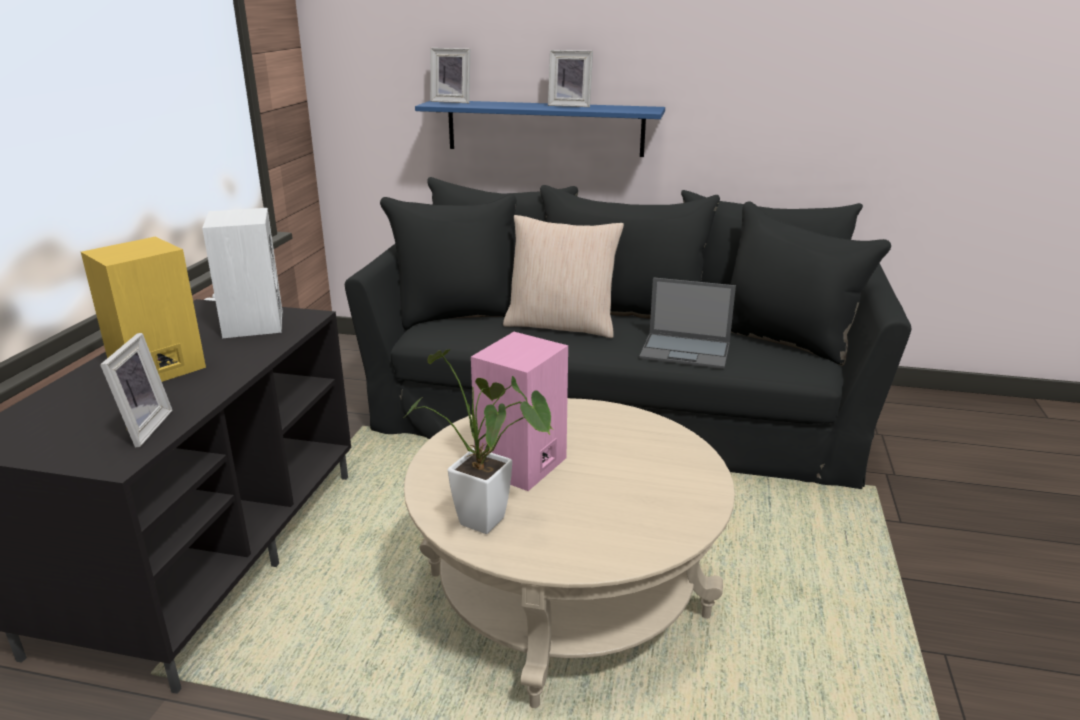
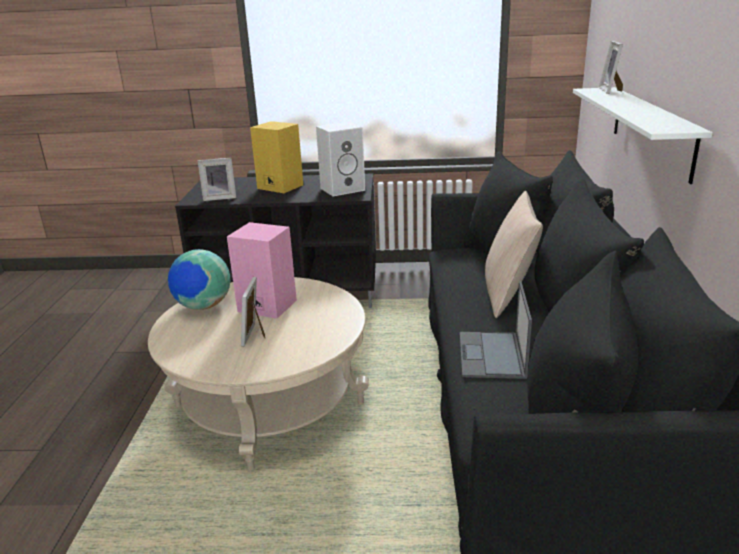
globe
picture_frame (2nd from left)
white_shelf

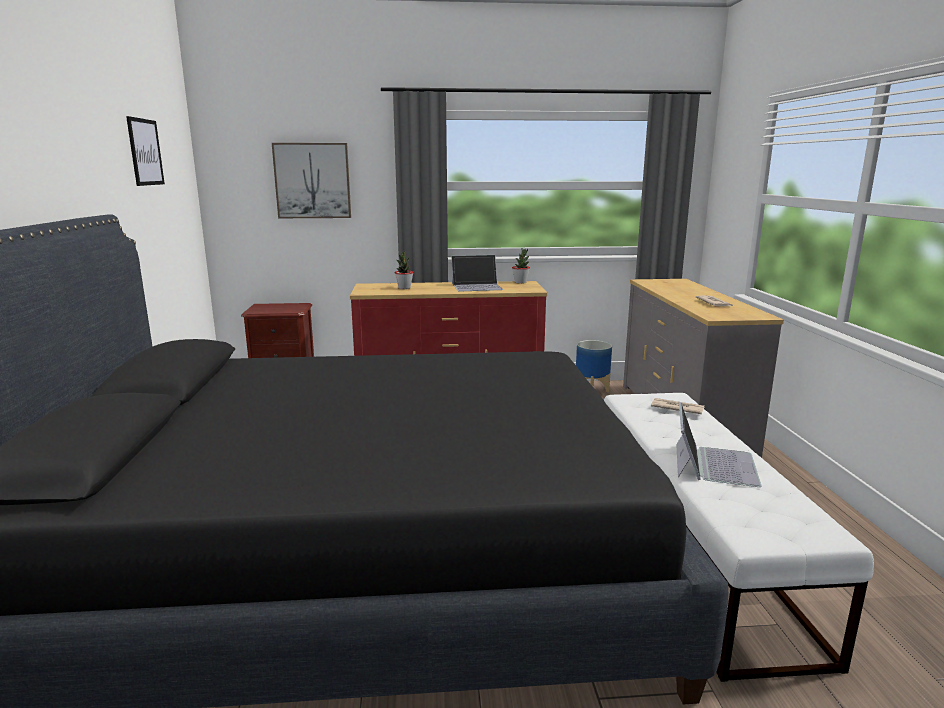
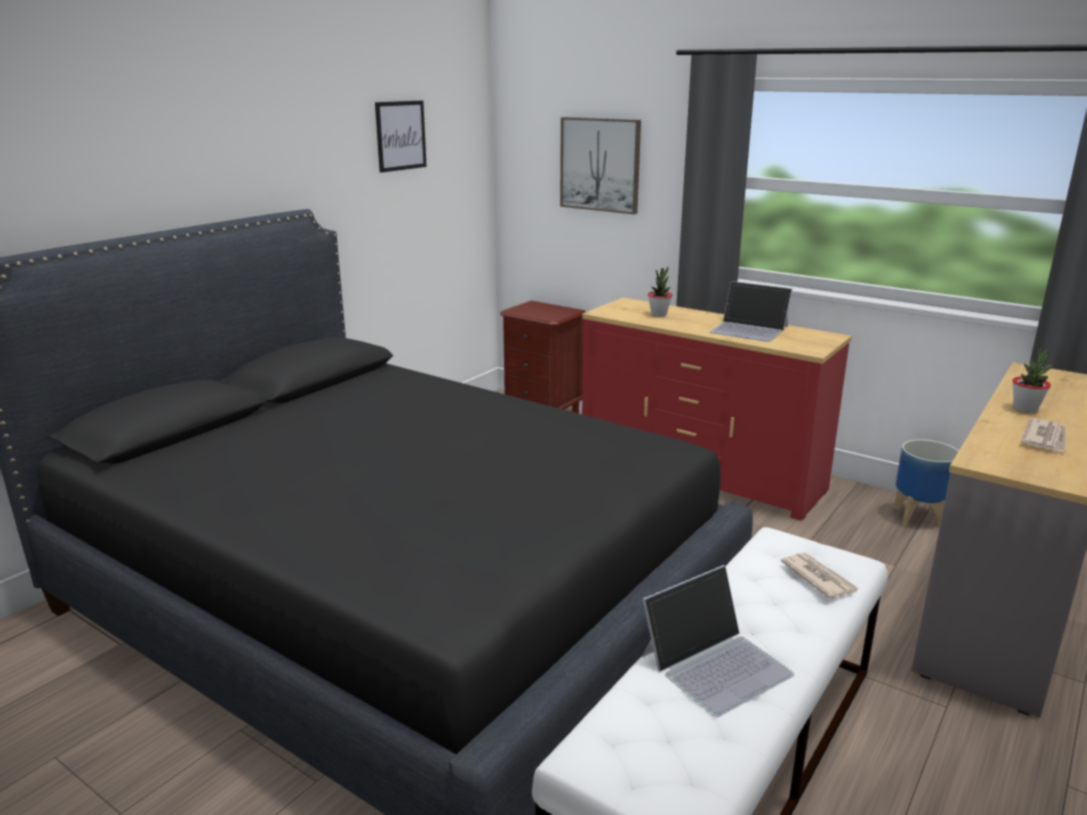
potted_plant (2nd from left)

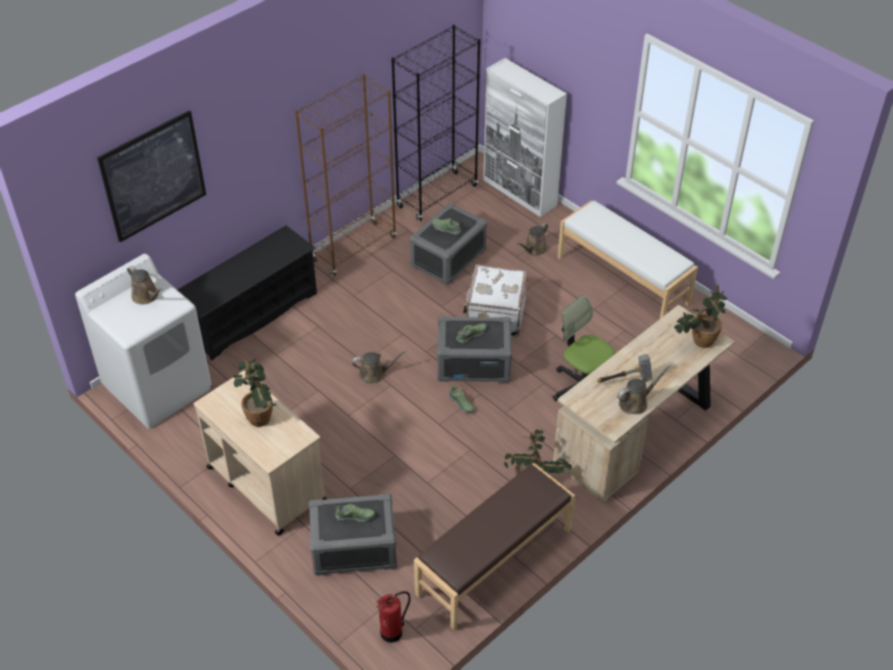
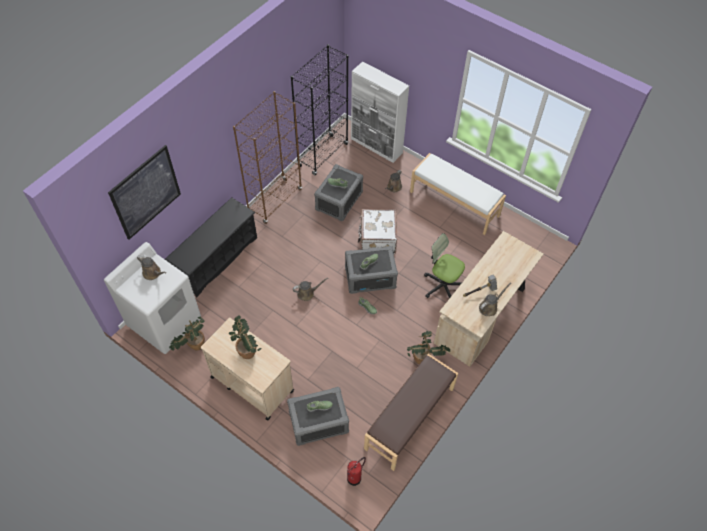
potted_plant (1st from left)

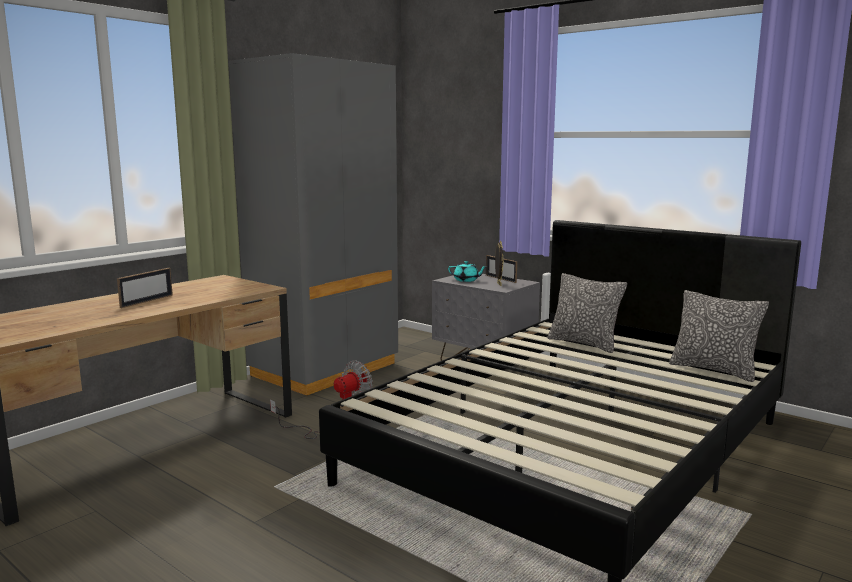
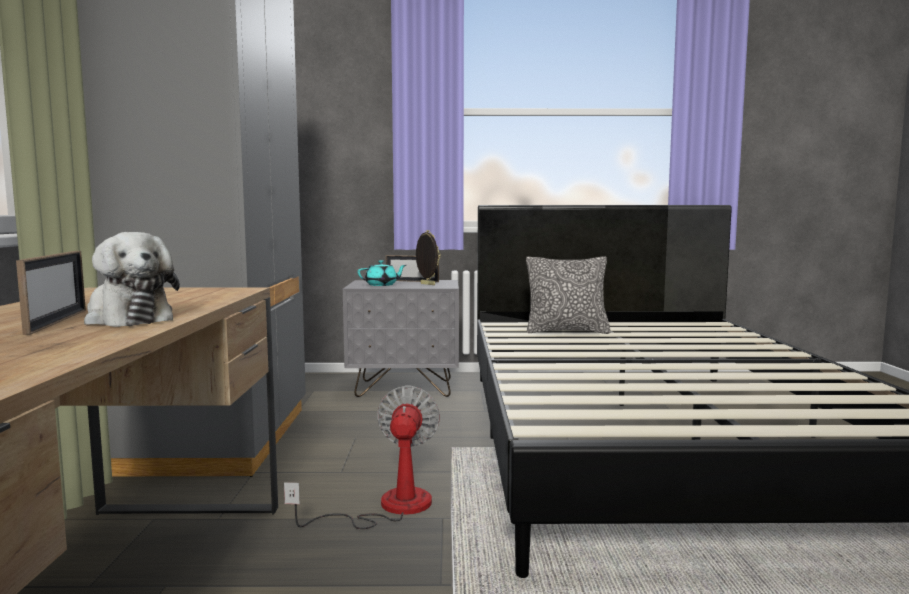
plush_toy
pillow (2nd from left in the first image)

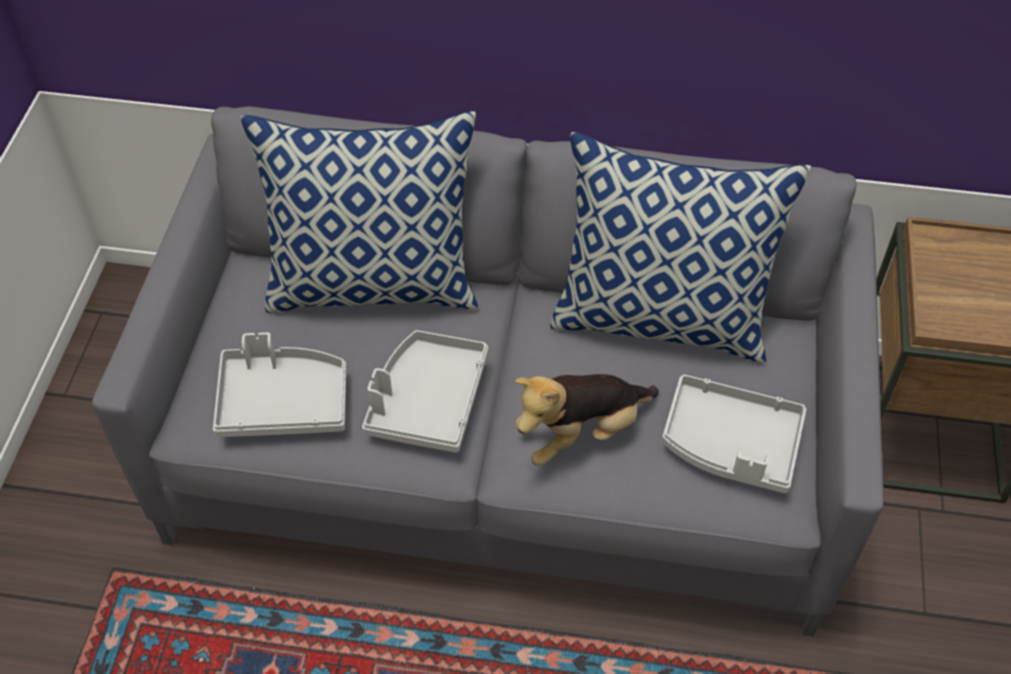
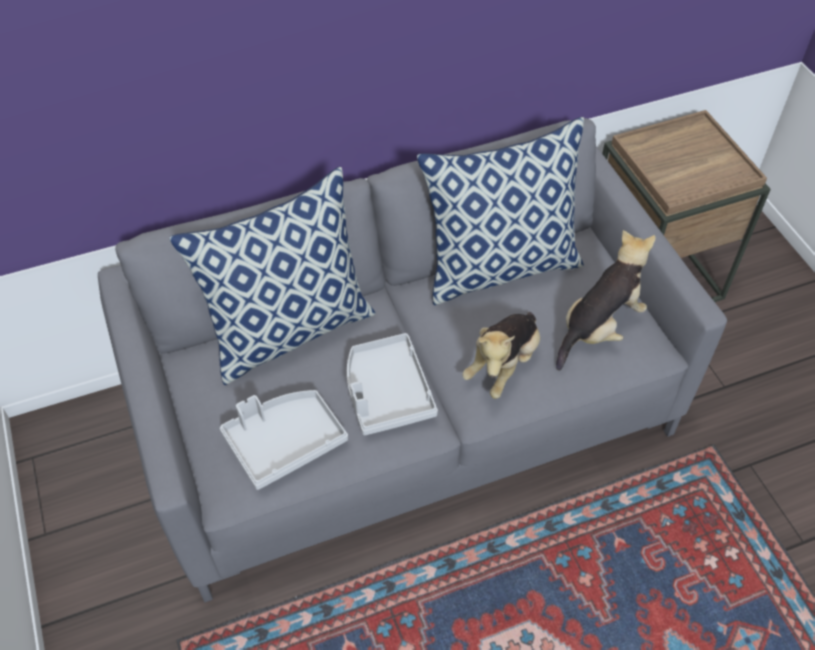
plush_toy (2nd from left)

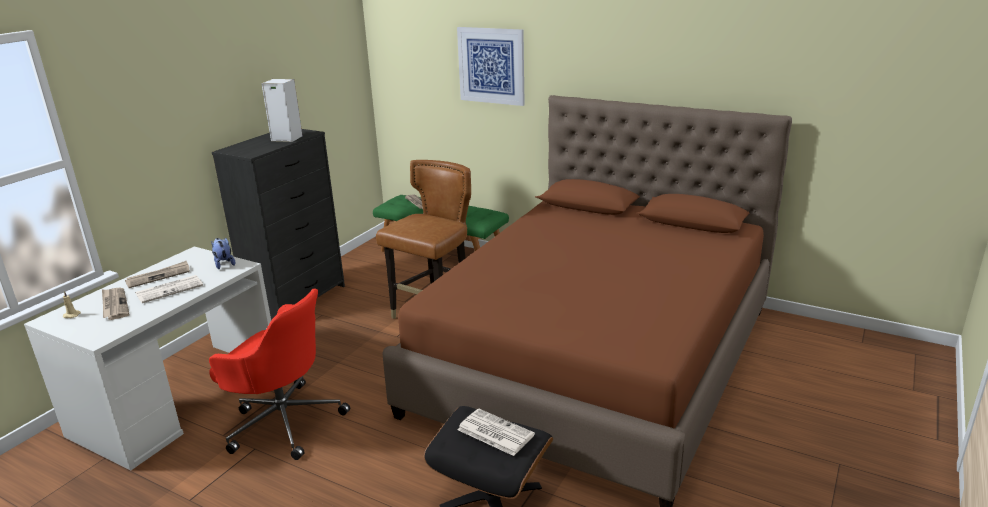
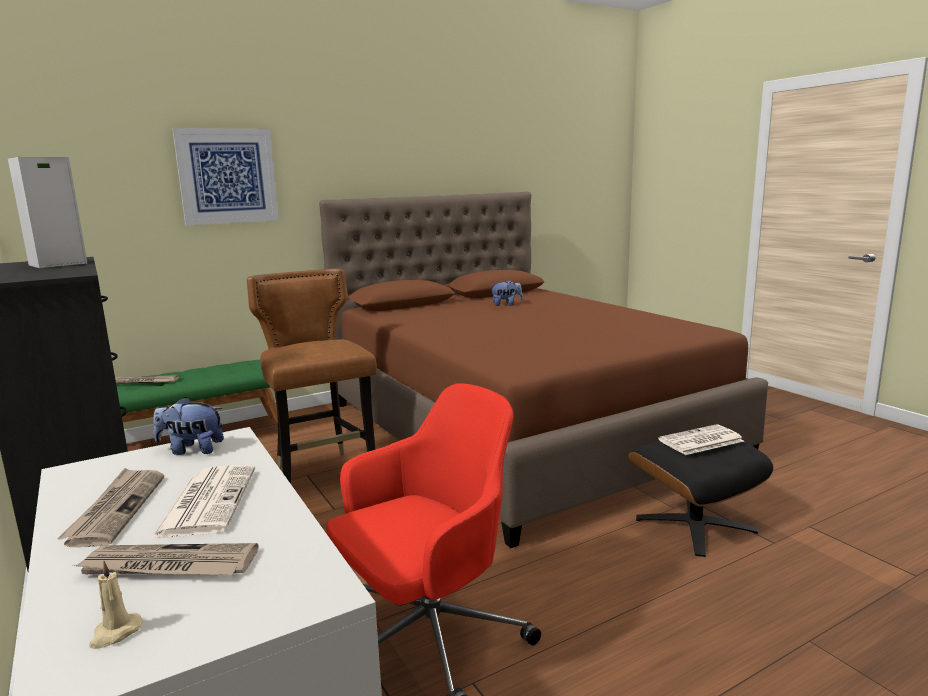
plush_toy (2nd from left)

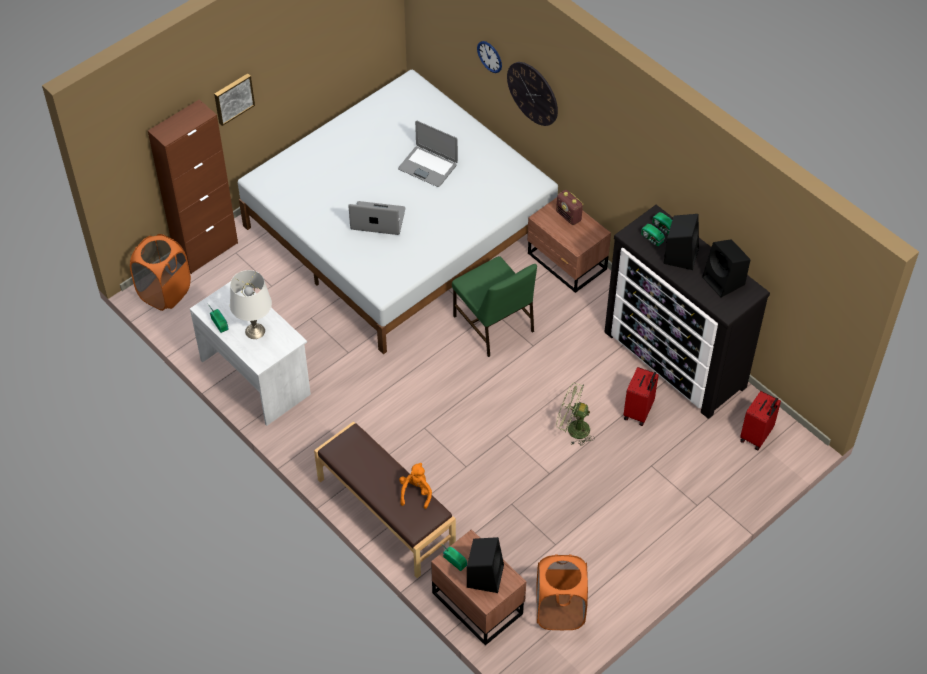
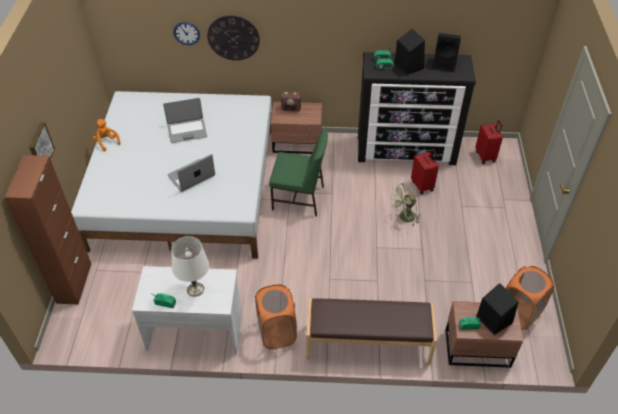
orange_plush_toy
orange_laundry_basket (1st from left)

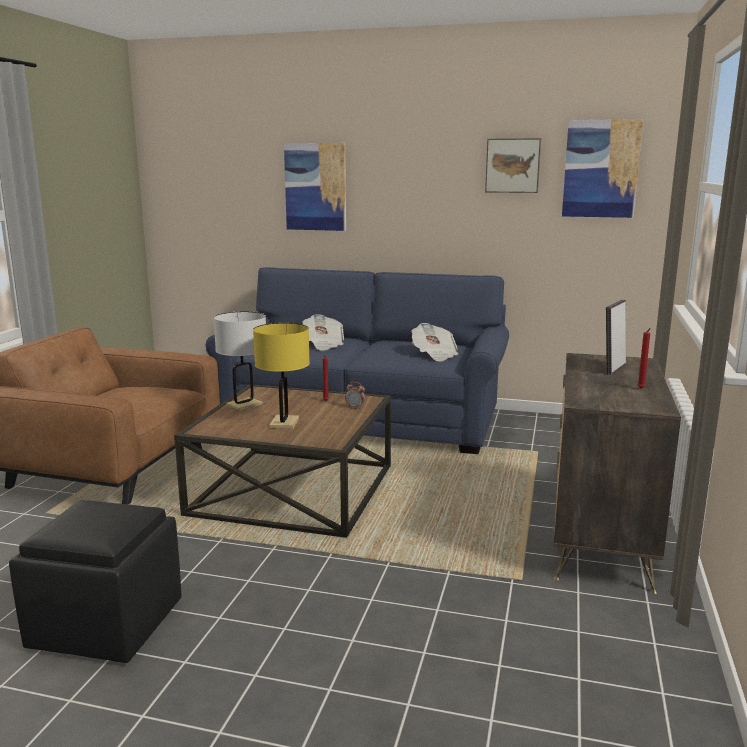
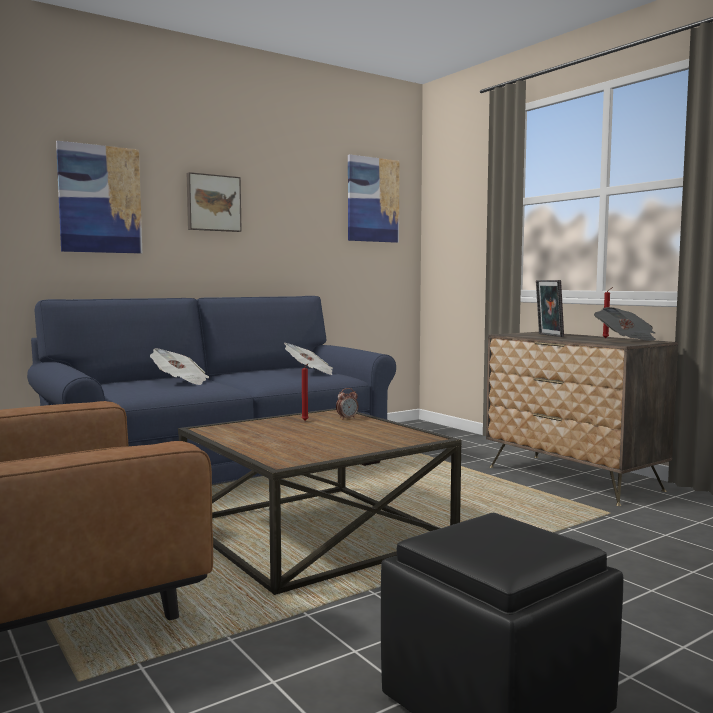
picture (2nd from left)
newspaper (3rd from left)
white_table_lamp
yellow_table_lamp

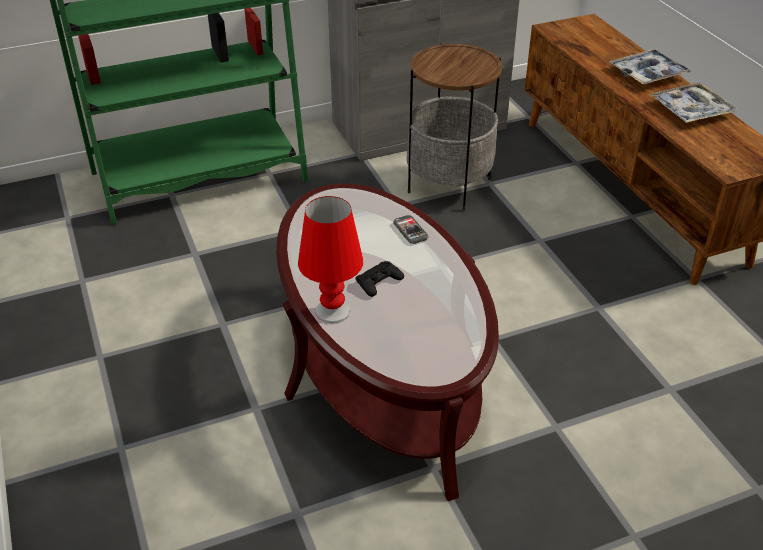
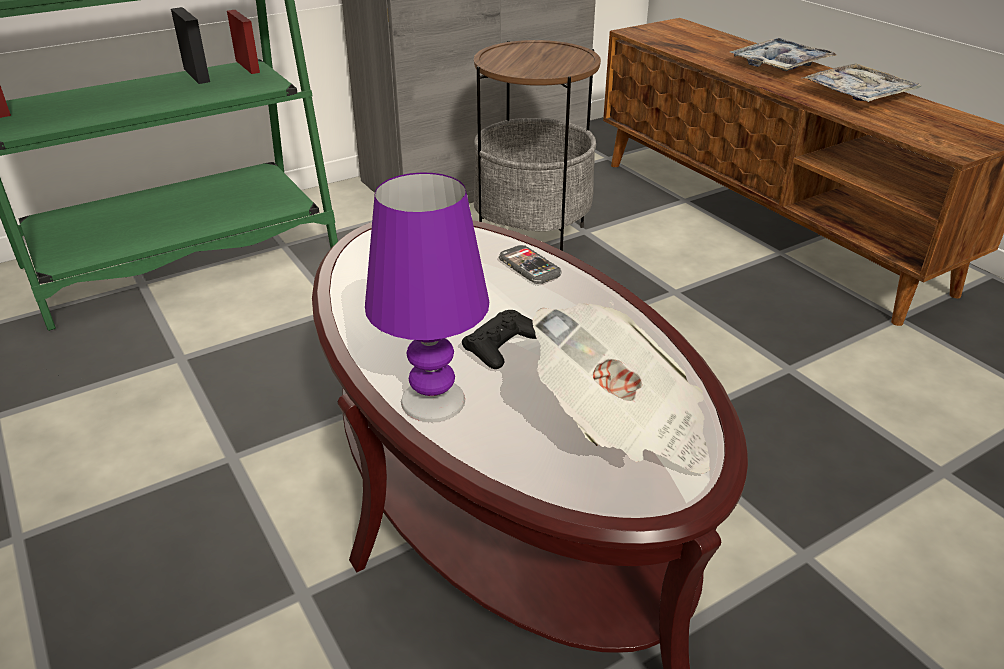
purple_table_lamp
newspaper

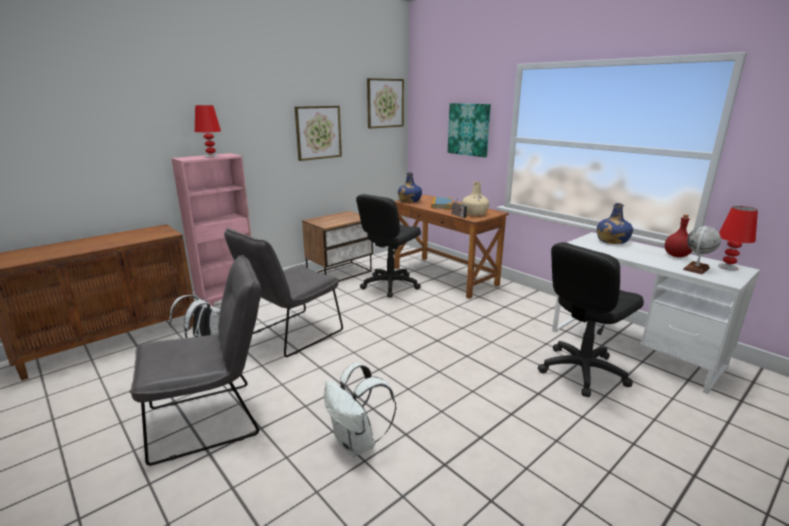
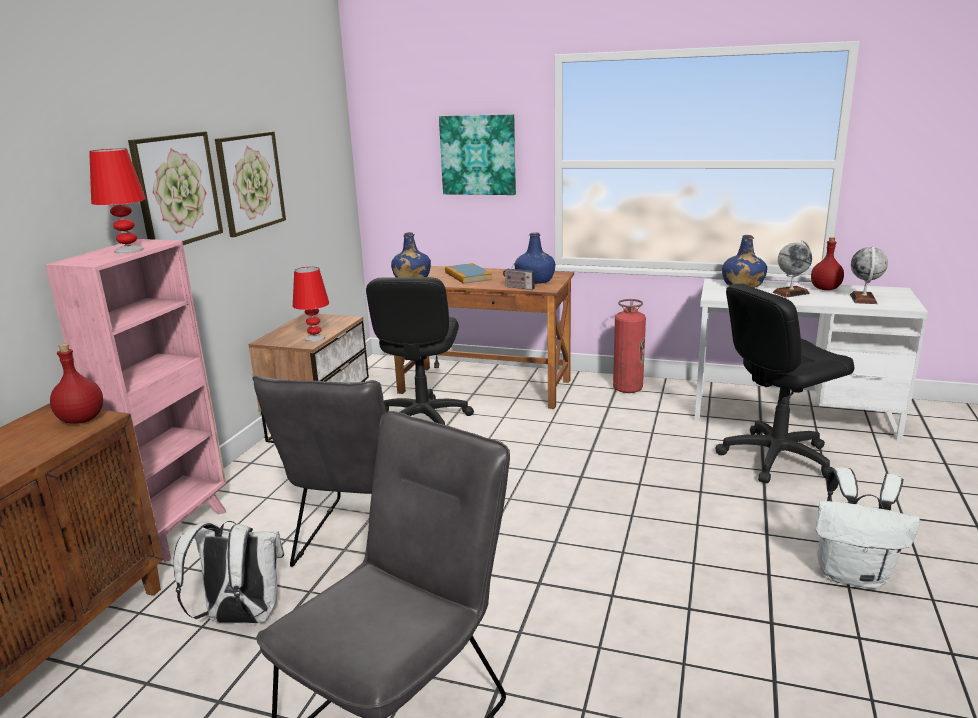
red_bottle (1st from left)
picture (1st from left)
red_table_lamp (2nd from left)
blue_bottle (2nd from left)
fire_extinguisher
black_office_chair (2nd from left)
globe (1st from left)
white_backpack (2nd from left)

